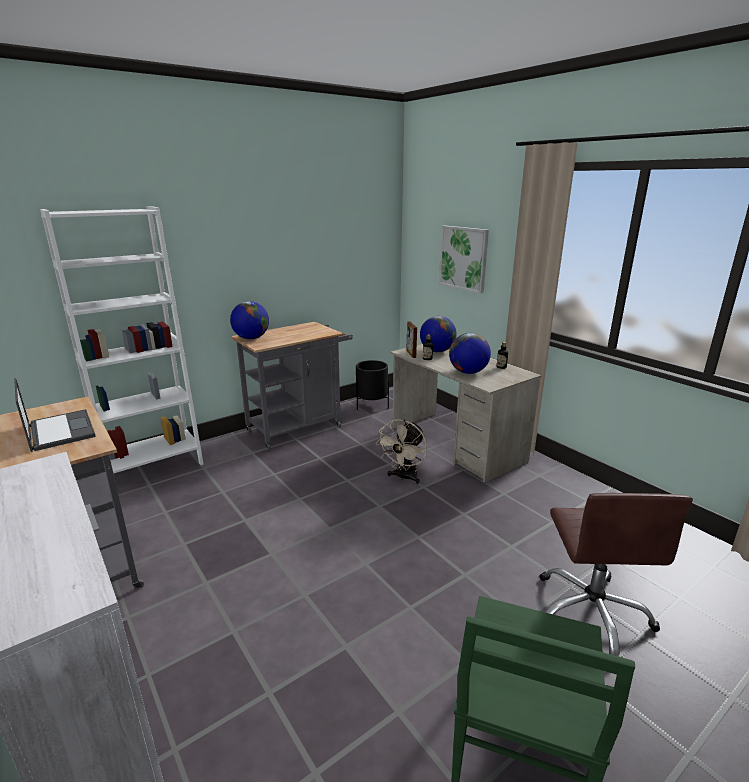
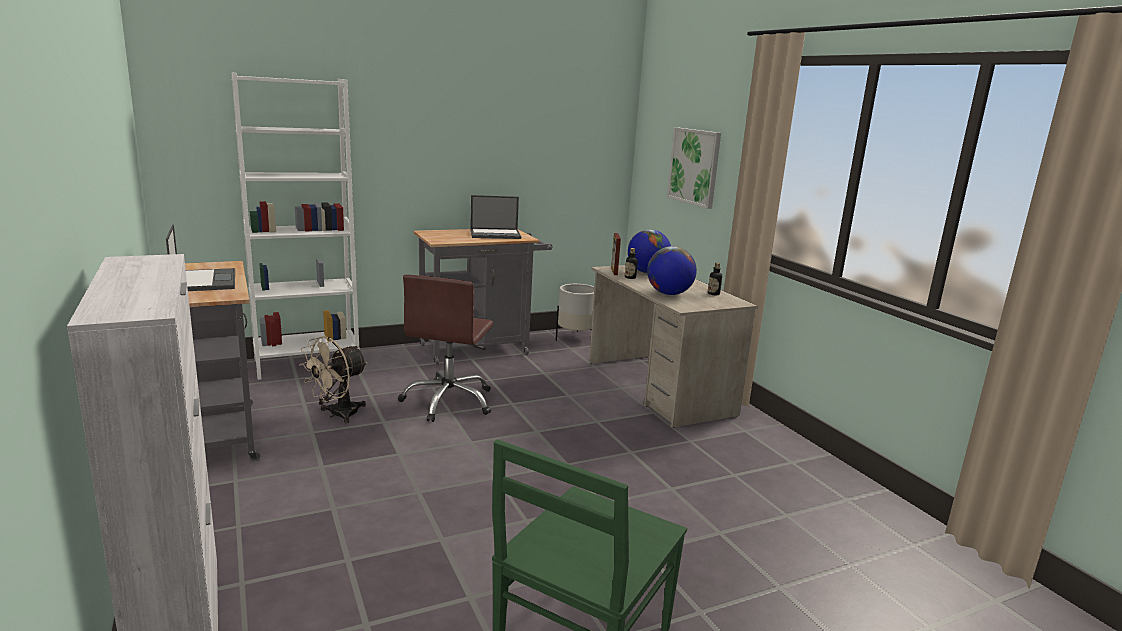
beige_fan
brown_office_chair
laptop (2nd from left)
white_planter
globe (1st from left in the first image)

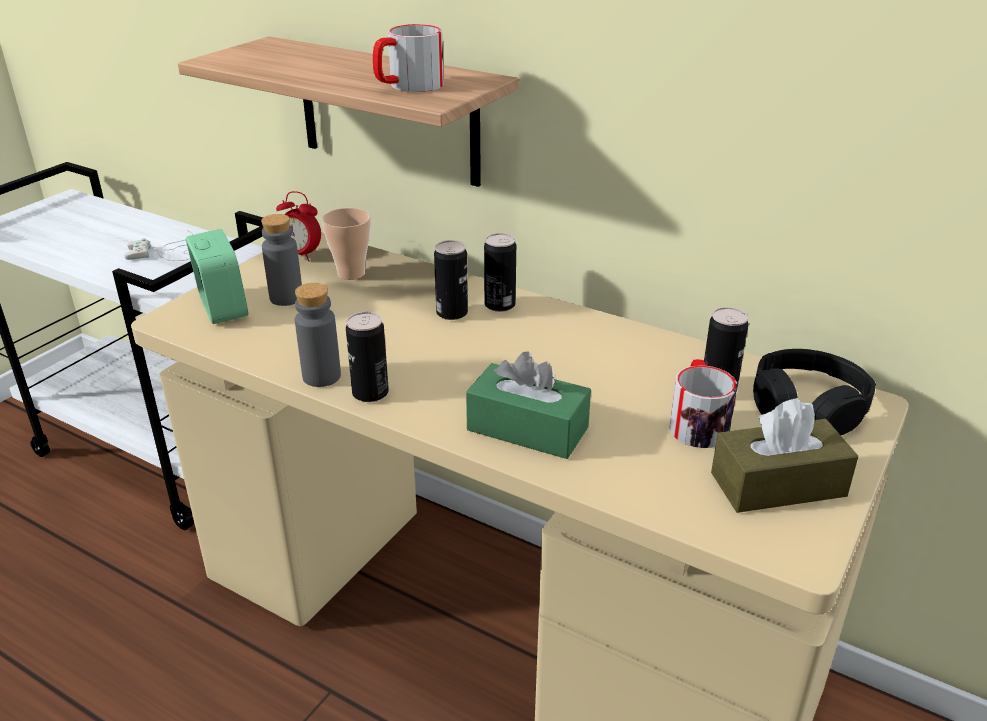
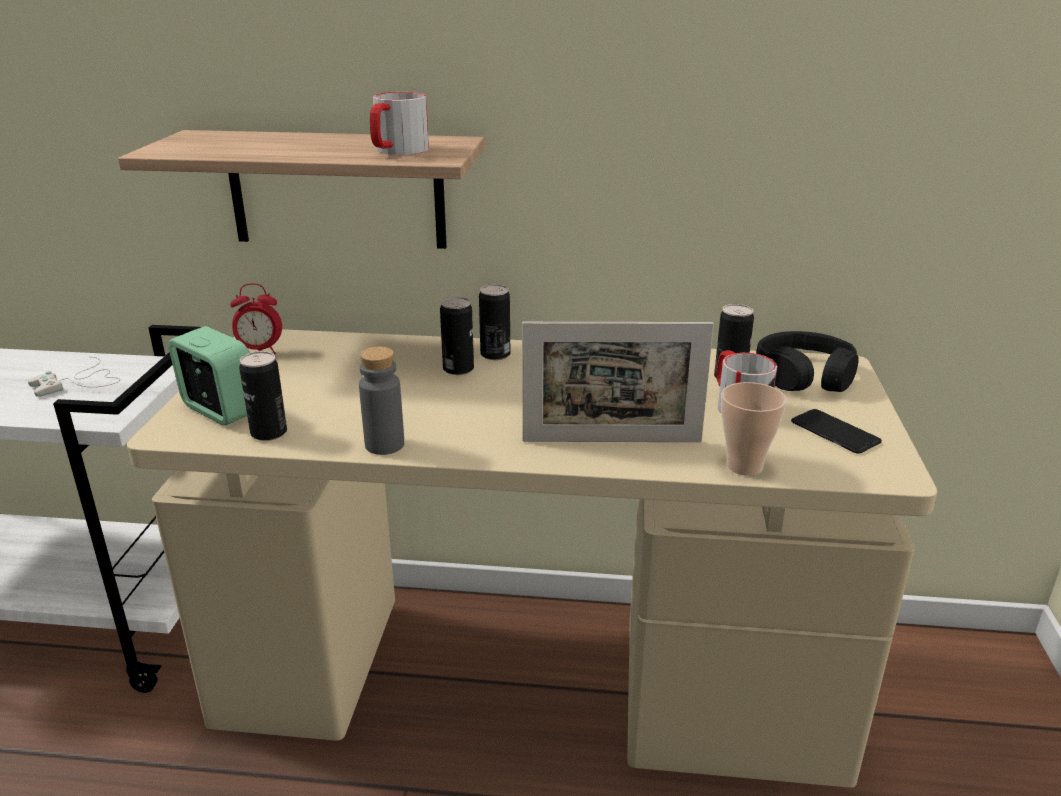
can (1st from left)
picture_frame
cup
phone
grey_bottle (1st from left in the first image)

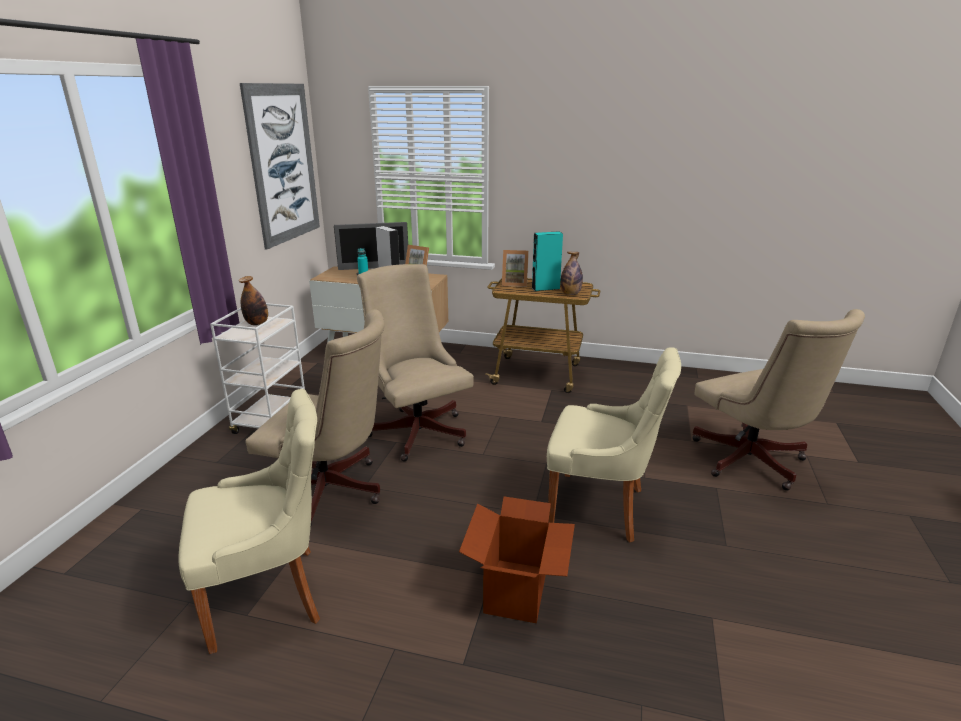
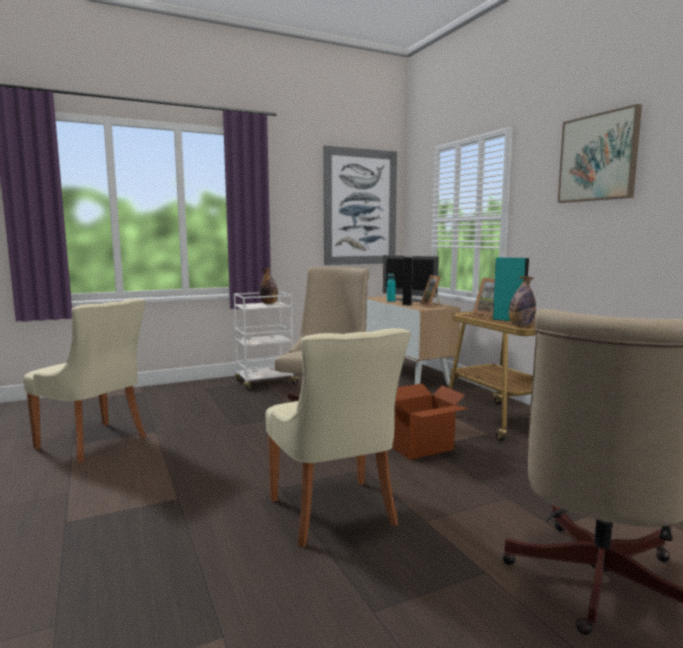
cardboard_box
picture (2nd from left)
beige_office_chair (1st from left in the first image)

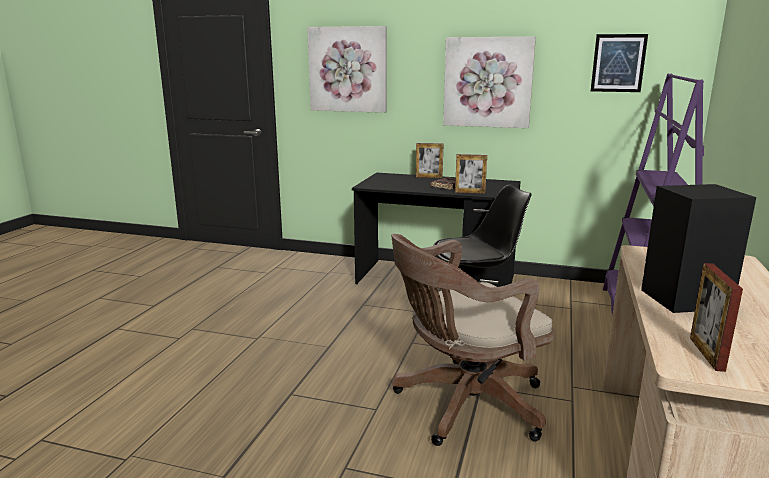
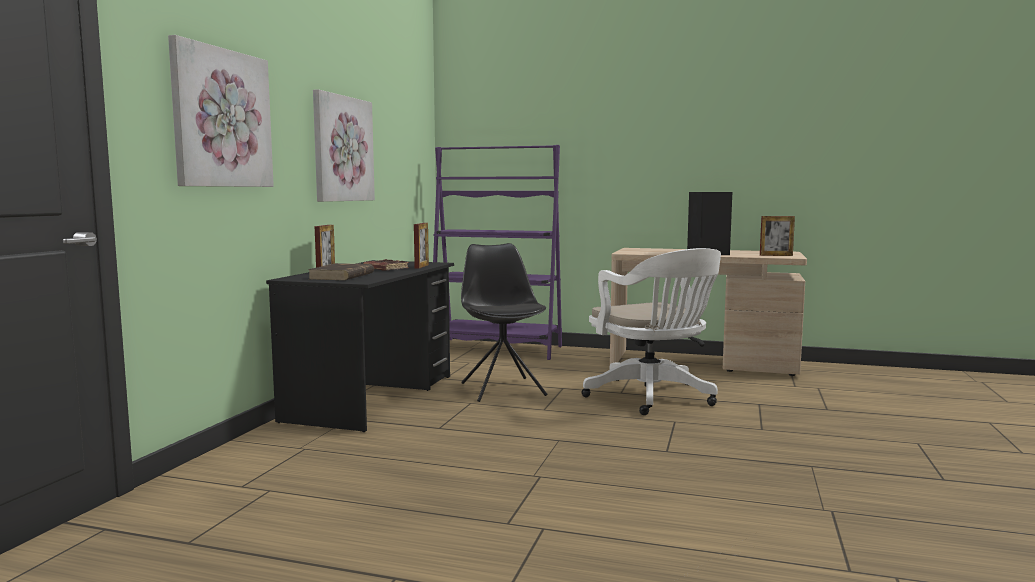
brown_book (1st from left)
white_office_chair
picture (3rd from left in the first image)

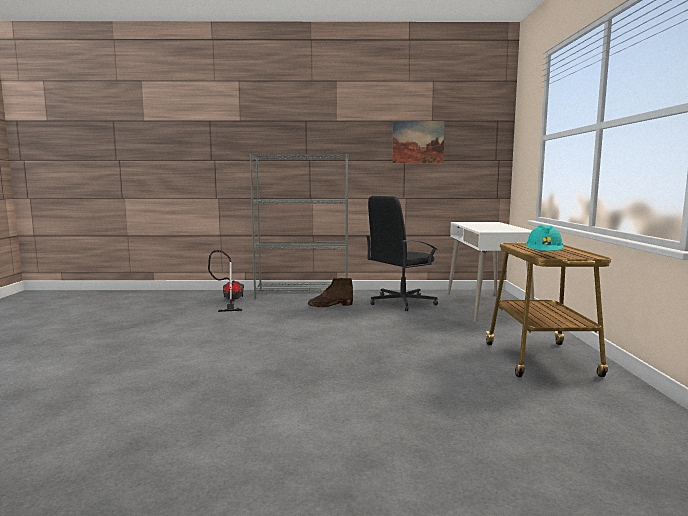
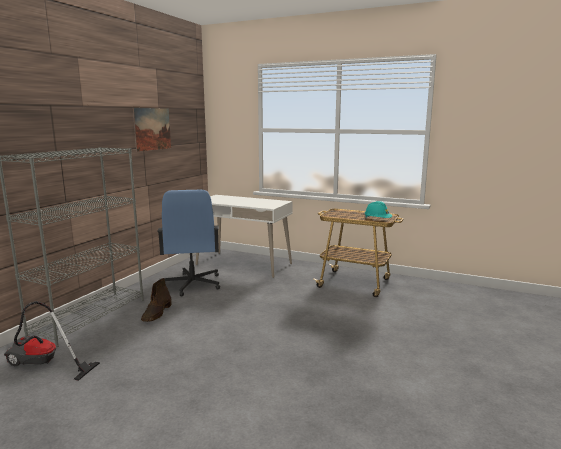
blue_office_chair

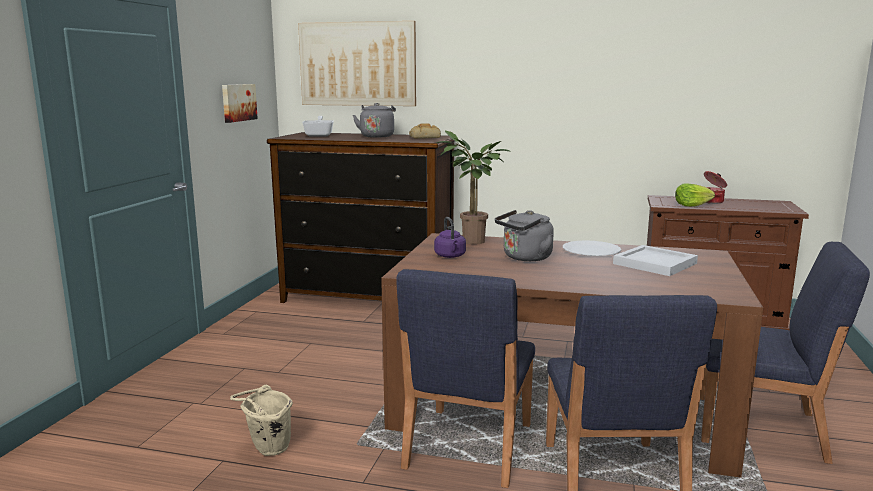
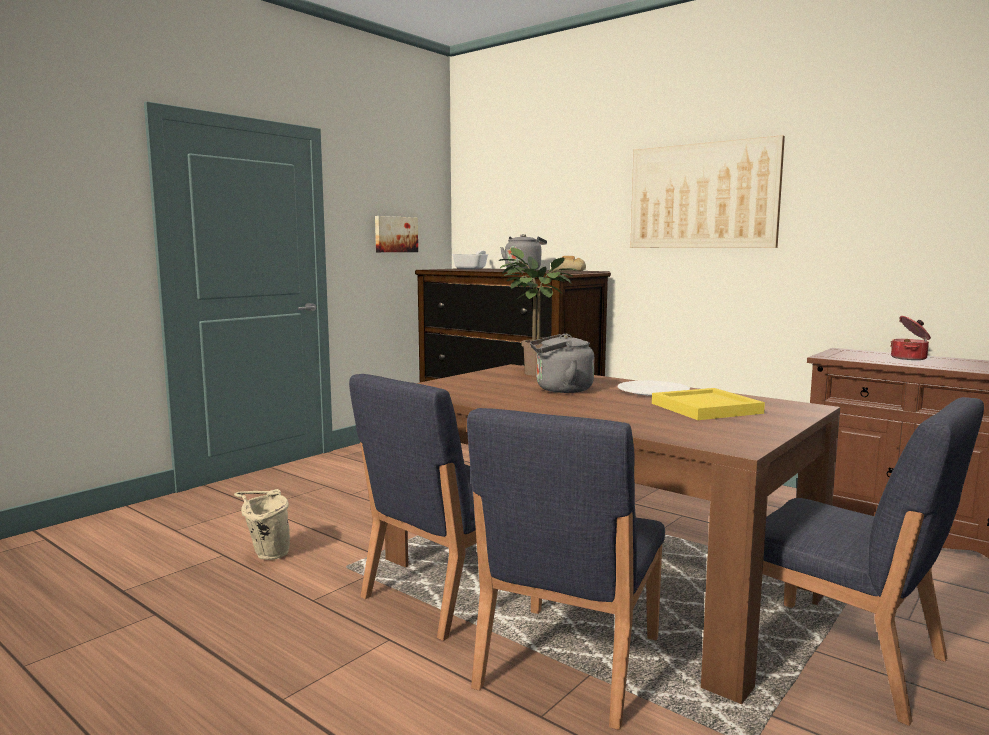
picture (2nd from left)
yellow_tray
purple_kettle
lettuce

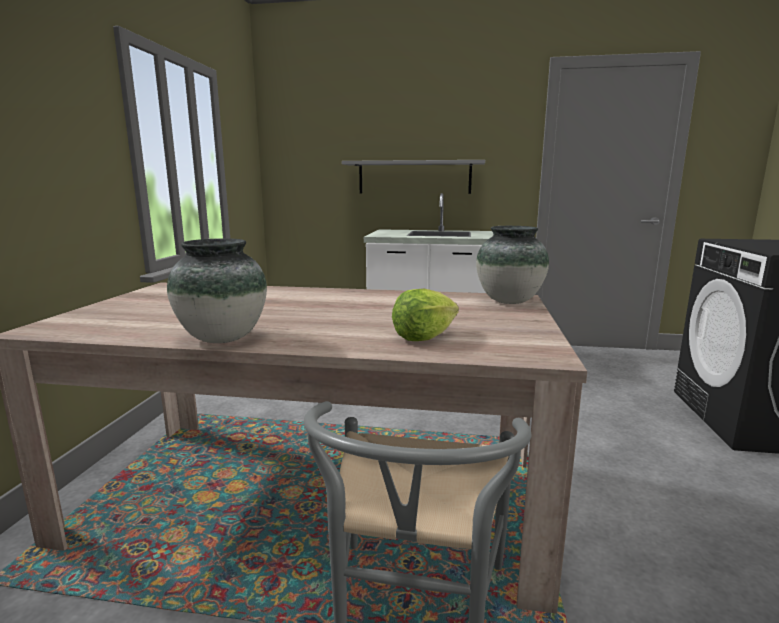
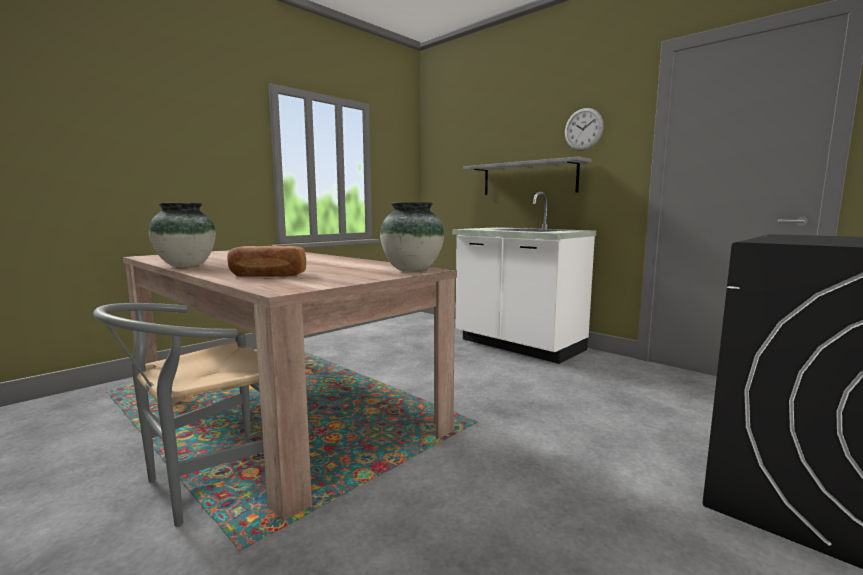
bread
wall_clock

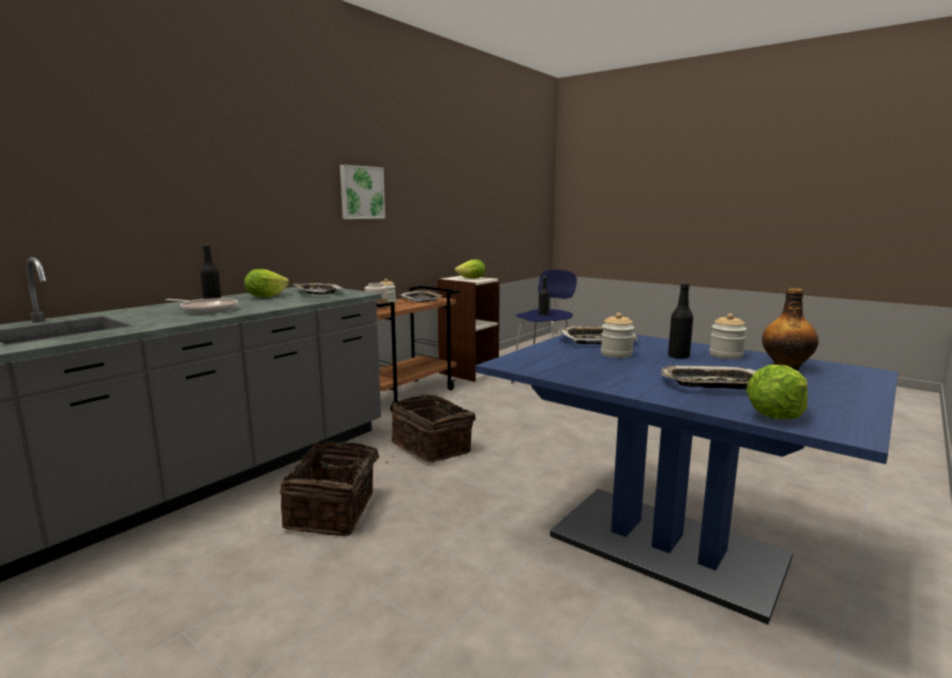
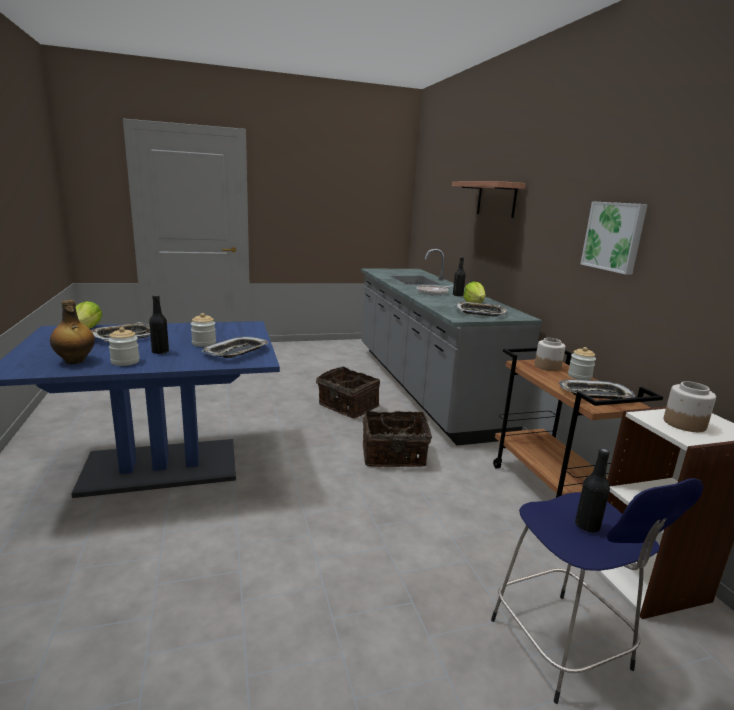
shelf
jar (5th from left)

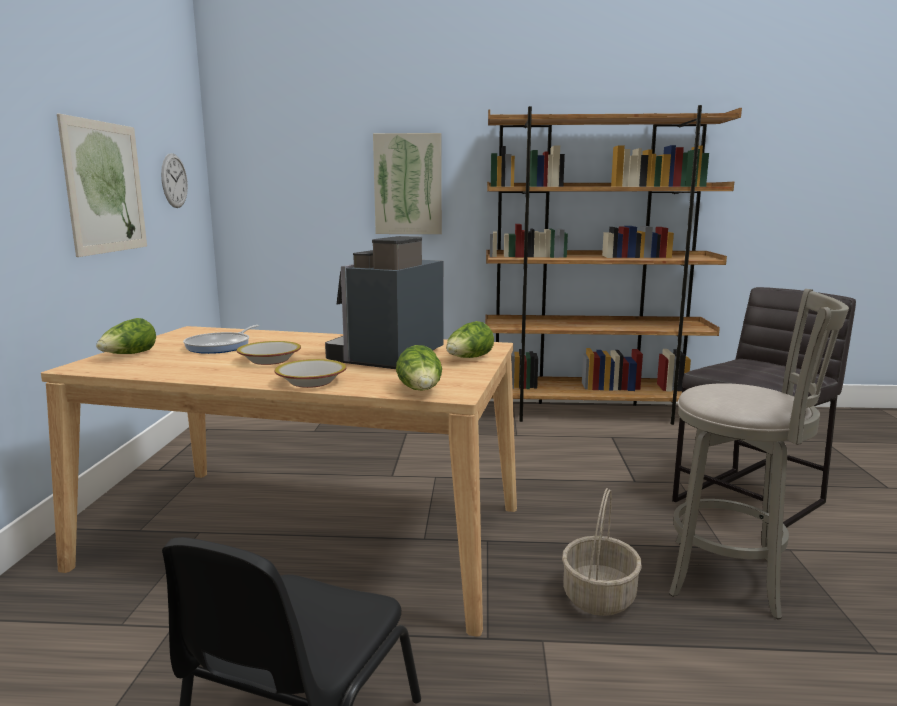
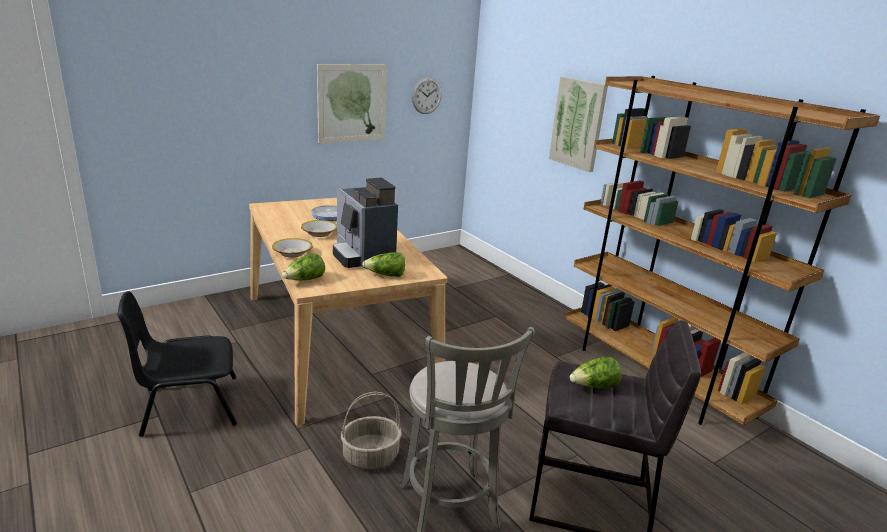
coffee_machine
lettuce (3rd from left)

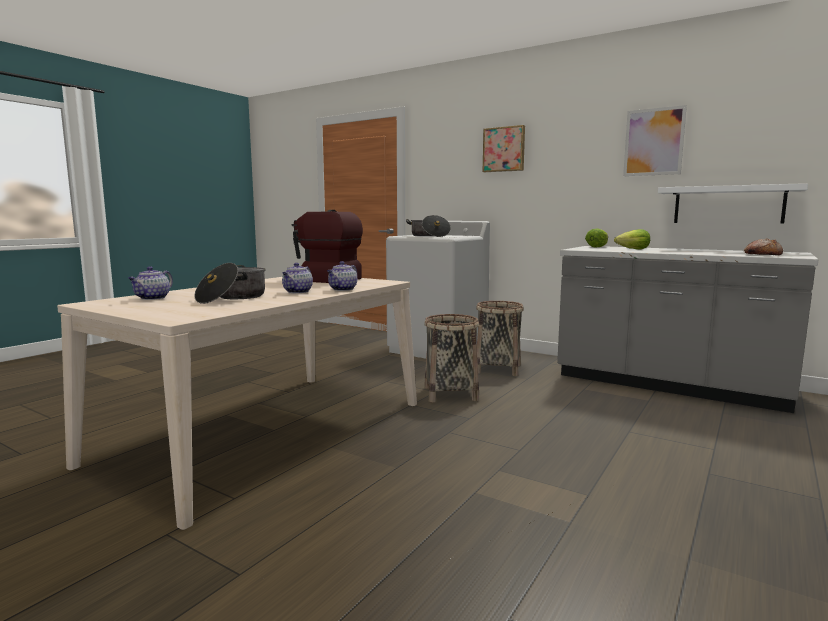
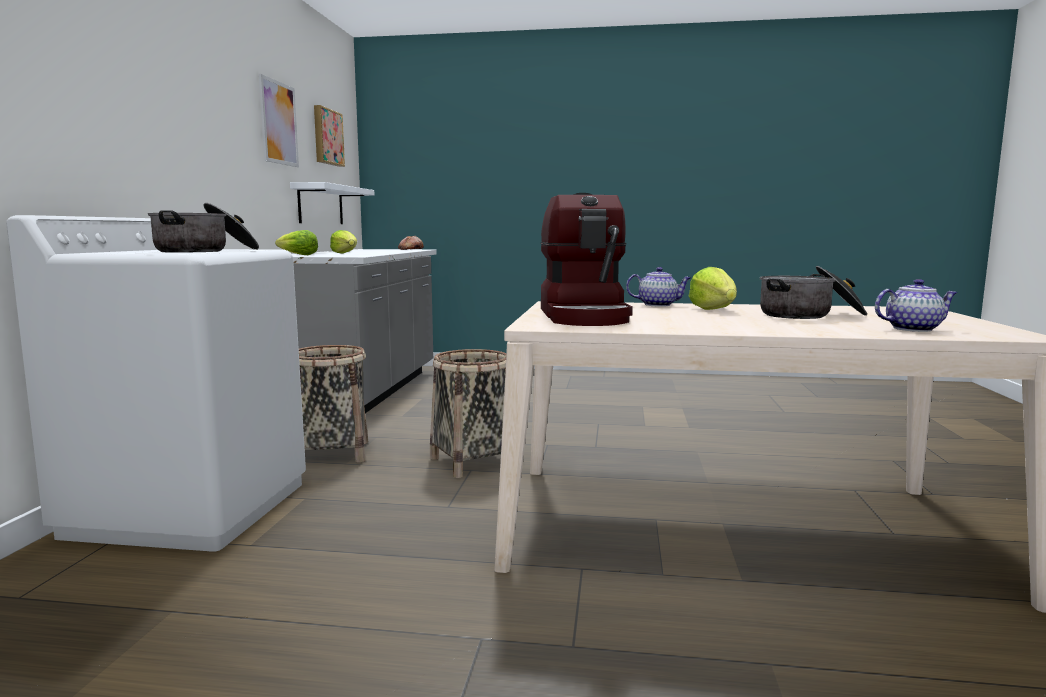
picture (2nd from left)
lettuce (3rd from left)

